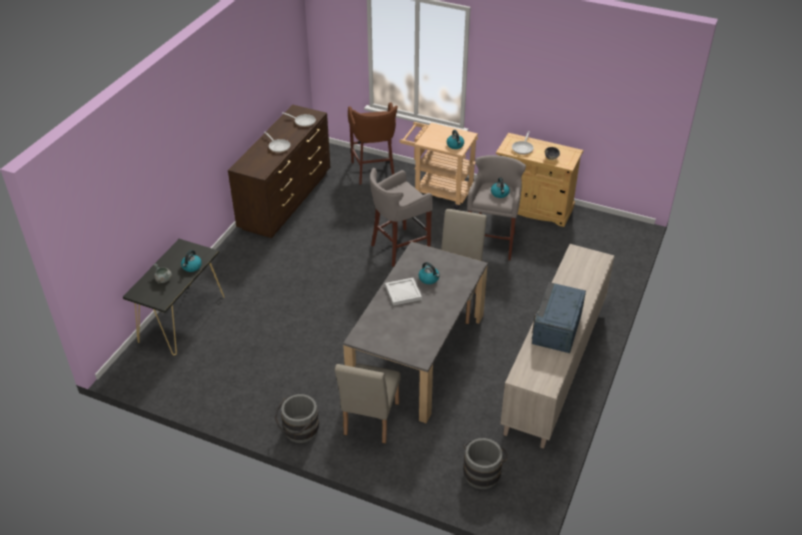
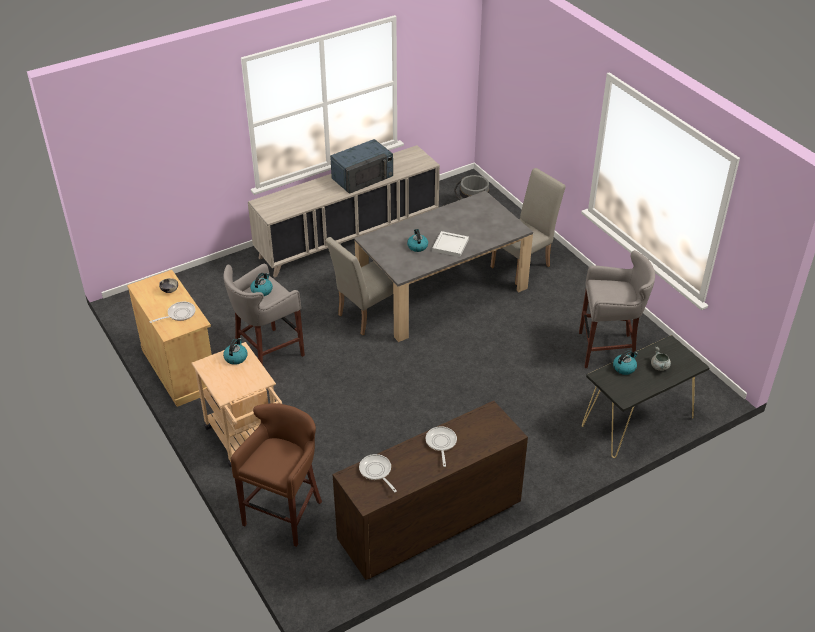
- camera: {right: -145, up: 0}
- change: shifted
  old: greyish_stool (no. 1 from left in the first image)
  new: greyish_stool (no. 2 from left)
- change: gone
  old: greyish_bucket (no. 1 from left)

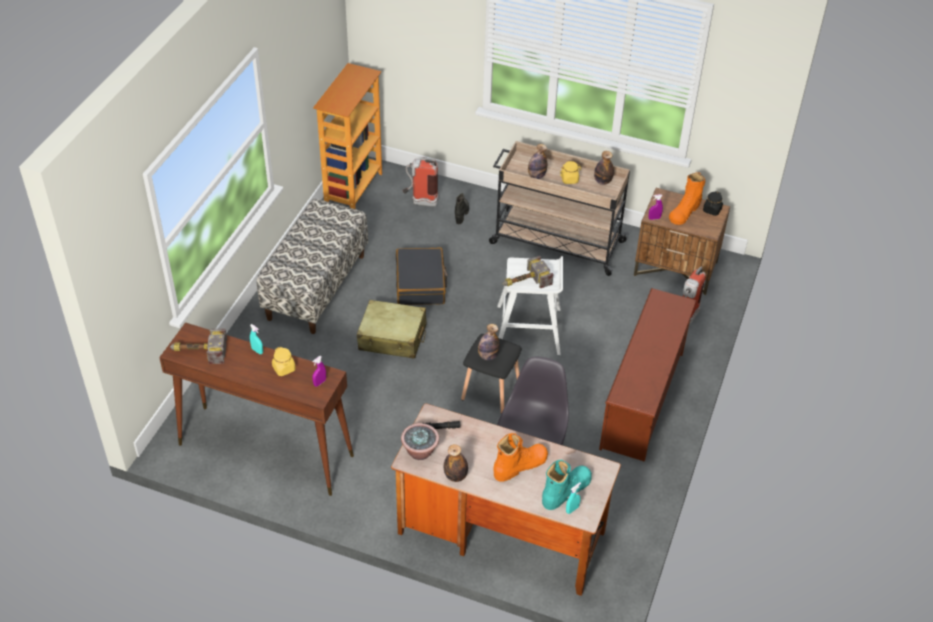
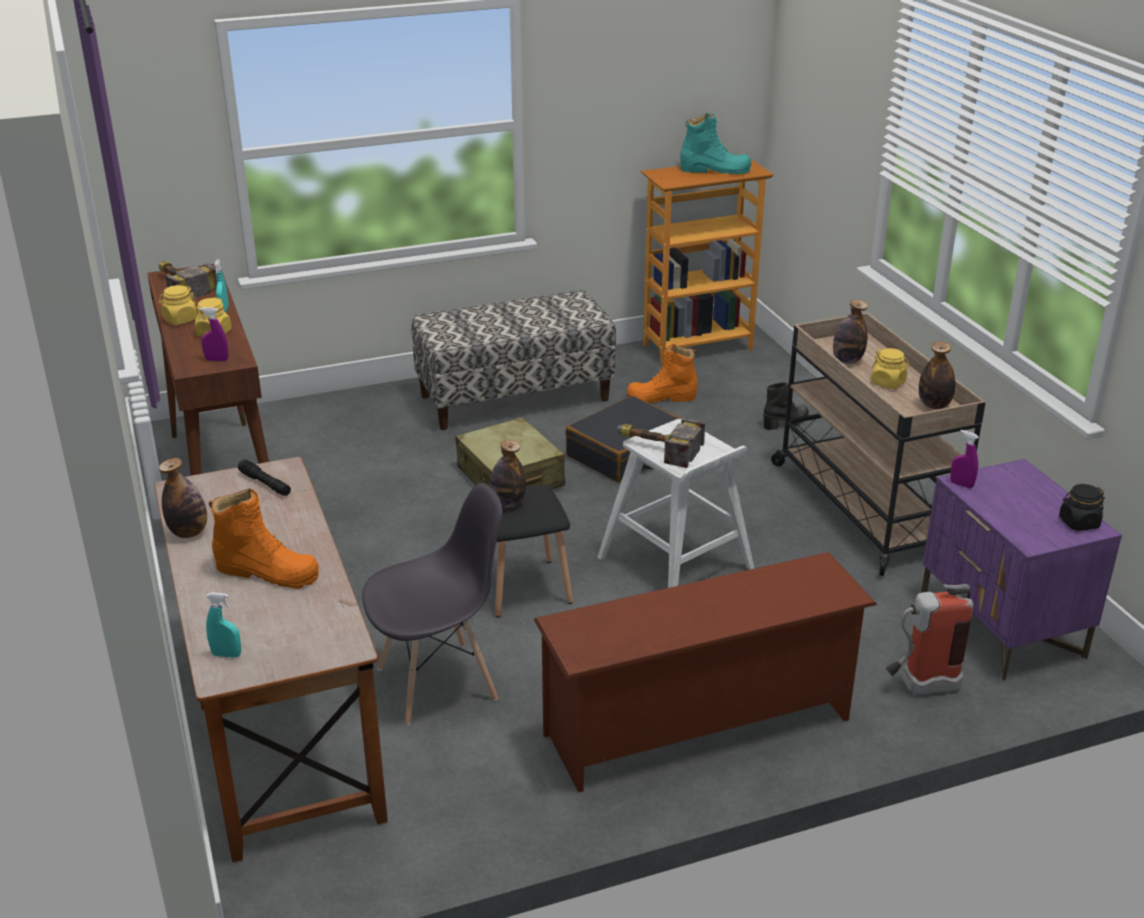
- camera: {right: 50, up: -15}
- change: gone
  old: fire_extinguisher (no. 1 from left)
- change: shifted
  old: orangey_boot (no. 2 from left)
- change: repainted
  old: brownish_nightstand
  new: purplish_nightstand
- change: gone
  old: potted_plant
- change: shifted
  old: turquoise_boot
- change: new
  new: yellowish_storage_jar (no. 1 from left)

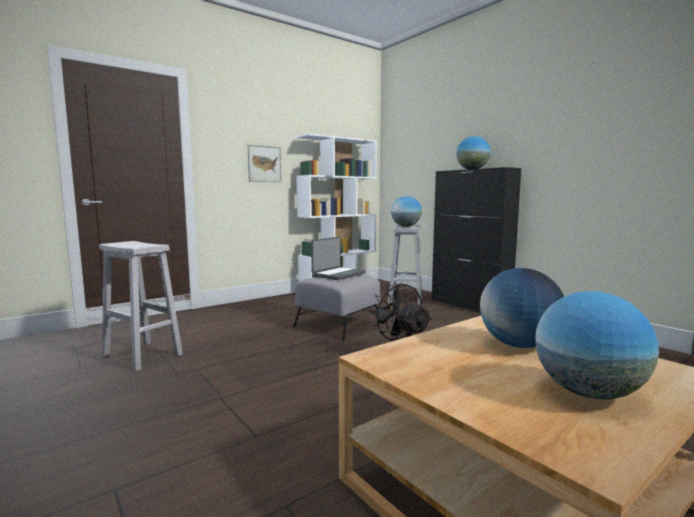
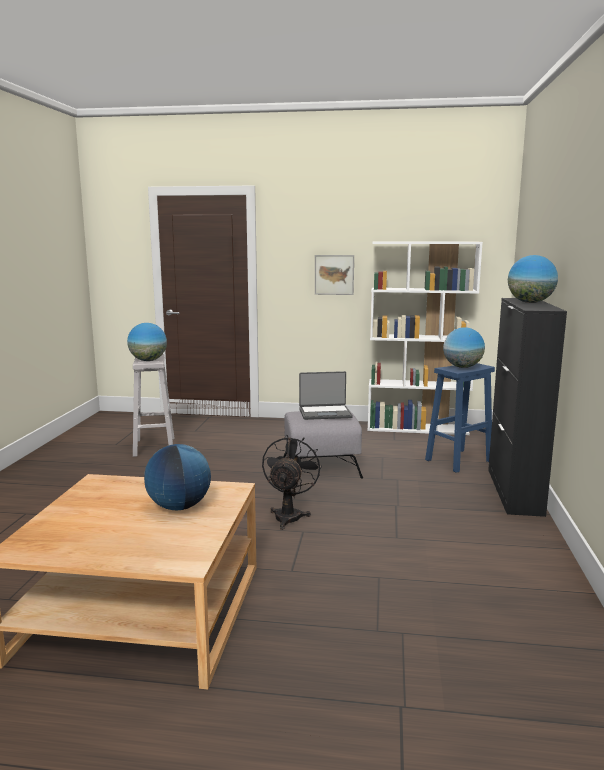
- camera: {right: 45, up: 5}
- change: repainted
  old: white-coloured_stool (no. 2 from left)
  new: bluish_stool
- change: shifted
  old: world_globe (no. 4 from left in the first image)
  new: world_globe (no. 1 from left)

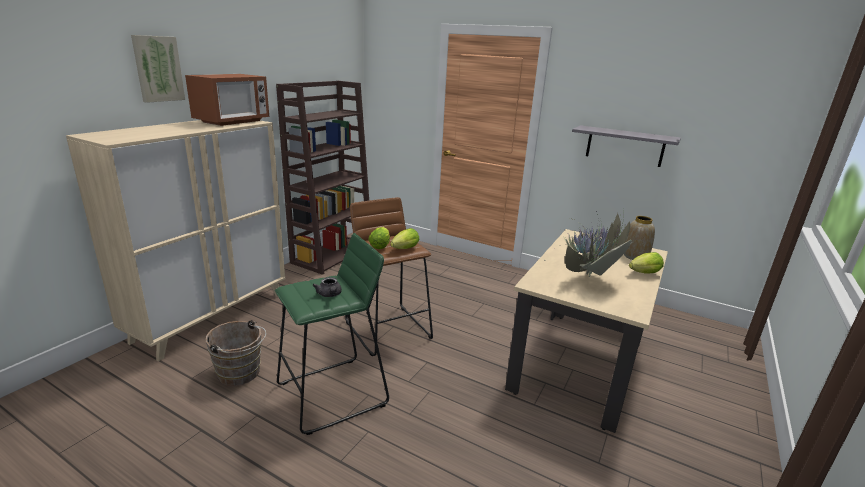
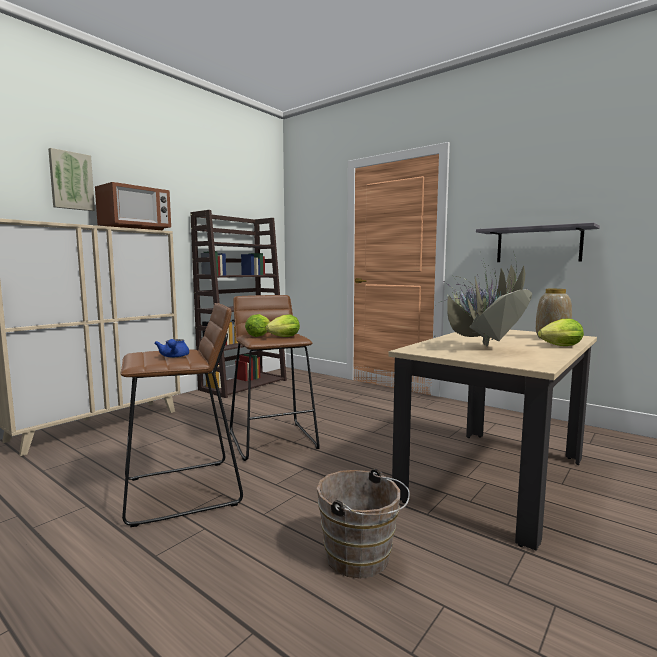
- camera: {right: 10, up: -15}
- change: repainted
  old: green-coloured_stool
  new: brownish_stool (no. 1 from left)
- change: repainted
  old: greyish_tea_pot
  new: bluish_tea_pot
- change: shifted
  old: brownish_bucket

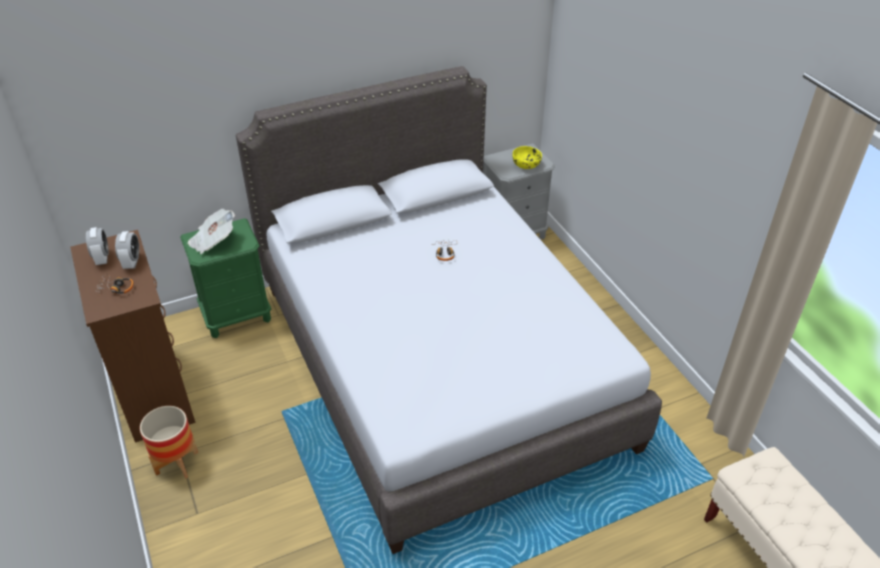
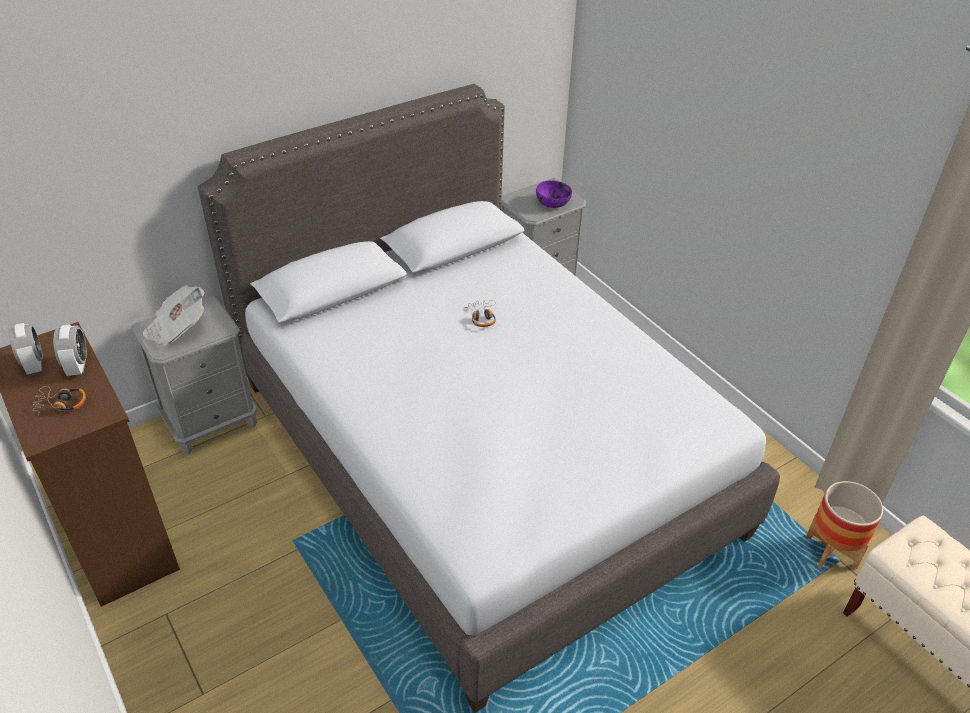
- camera: {right: -10, up: 0}
- change: repainted
  old: yellowish_bowl
  new: purplish_bowl
- change: repainted
  old: green-coloured_nightstand
  new: greyish_nightstand (no. 1 from left)
- change: shifted
  old: plant_pot

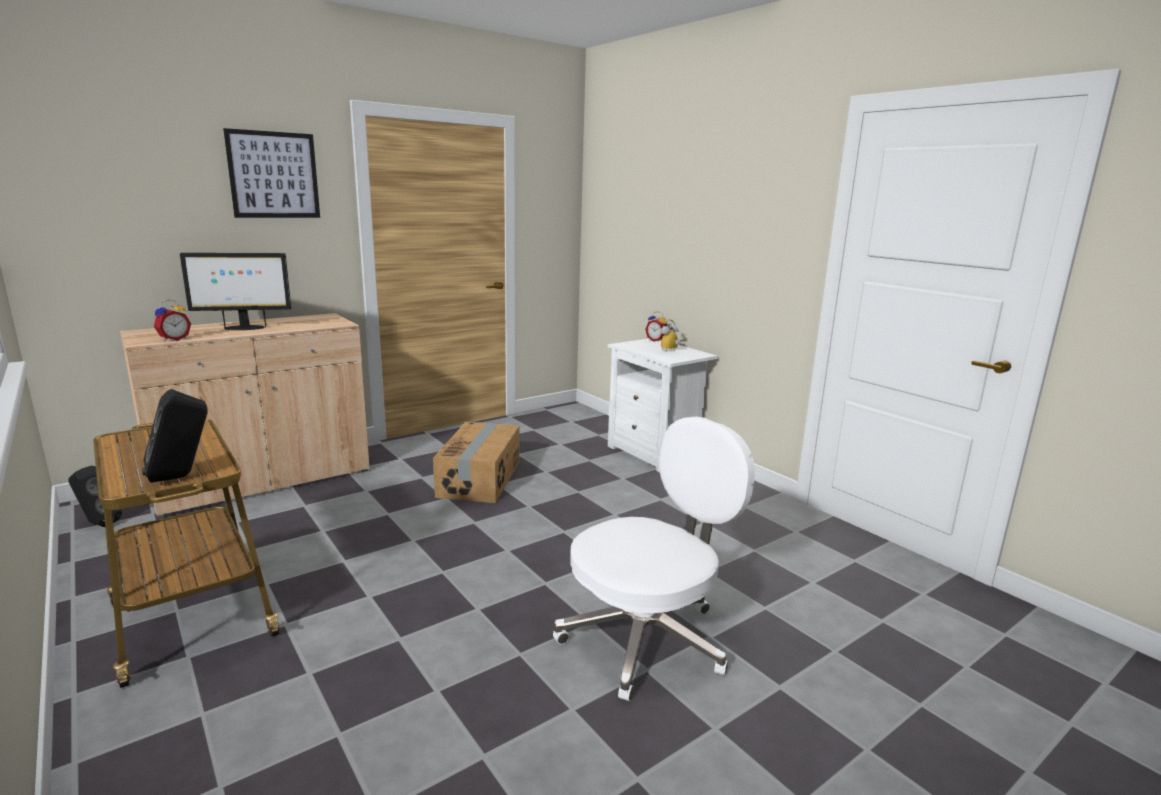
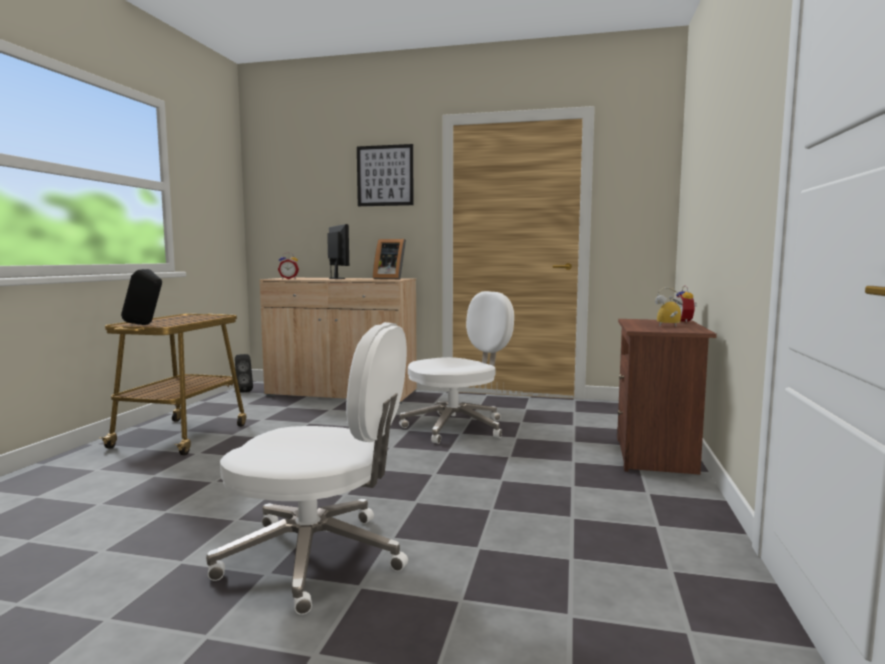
- camera: {right: 50, up: -10}
- change: rotated
  old: computer_display
  degrees: -150
- change: repainted
  old: white-coloured_nightstand
  new: brownish_nightstand
- change: swapped
  old: carton
  new: white-coloured_office_chair (no. 2 from left)
- change: new
  new: standing_frame

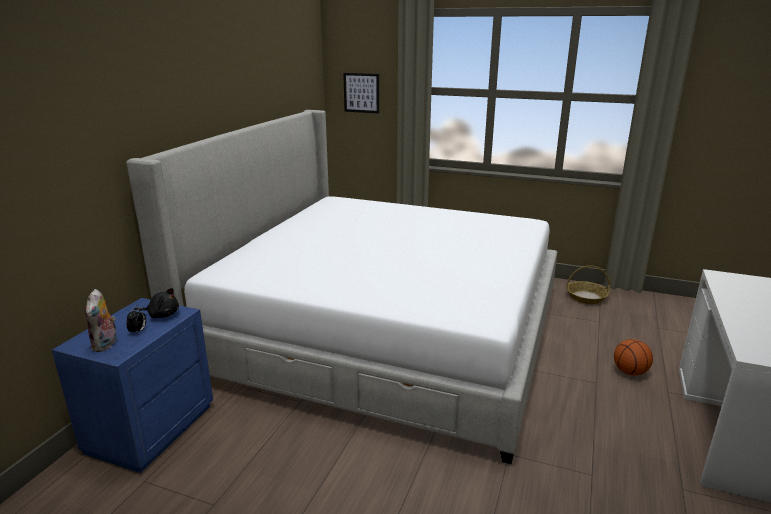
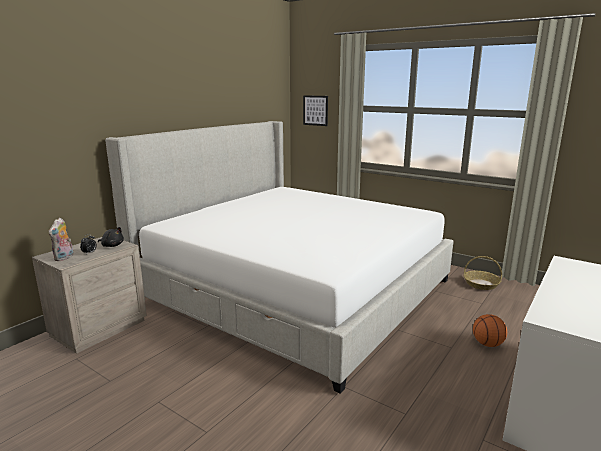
- camera: {right: 15, up: -5}
- change: repainted
  old: bluish_nightstand
  new: beige-coloured_nightstand

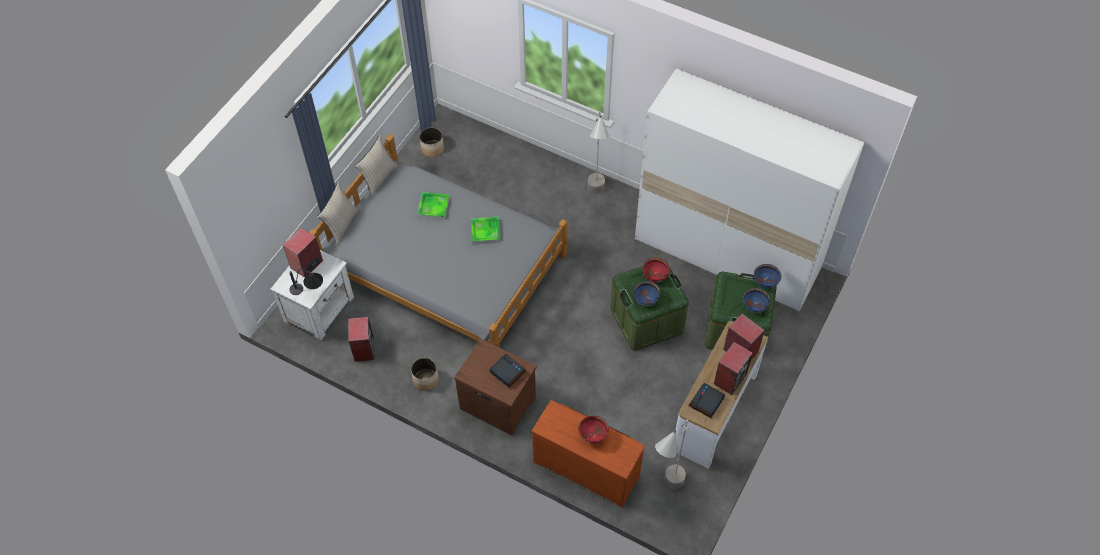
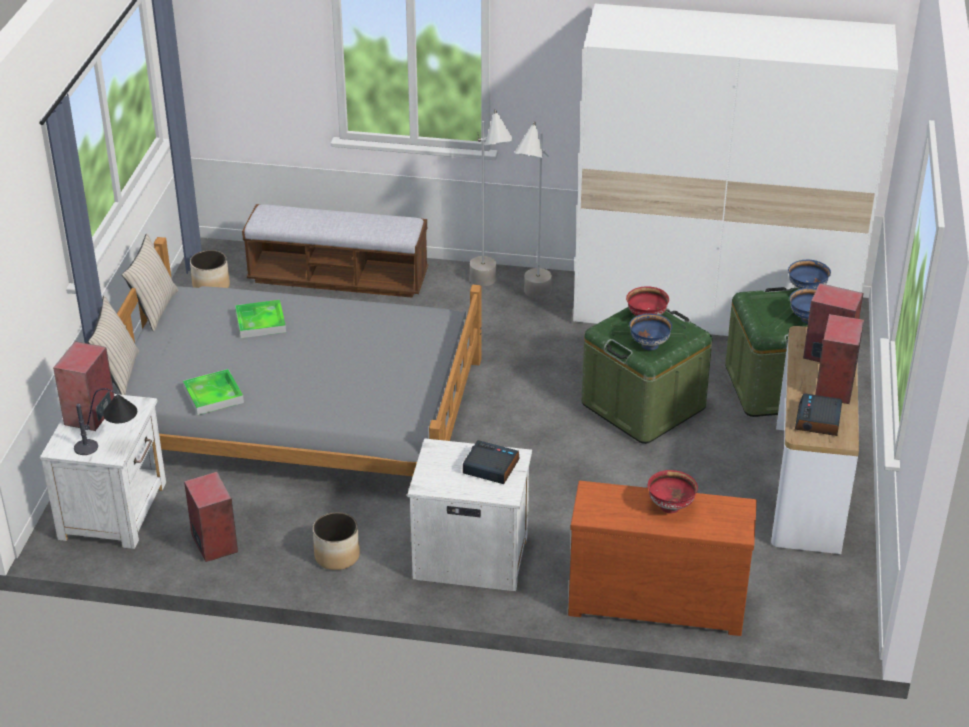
- camera: {right: -20, up: -20}
- change: shifted
  old: tray (no. 2 from left in the first image)
  new: tray (no. 1 from left)
- change: repainted
  old: brownish_nightstand
  new: white-coloured_nightstand (no. 2 from left)
- change: shifted
  old: greyish_standard_lamp (no. 2 from left)
- change: new
  new: long_seat

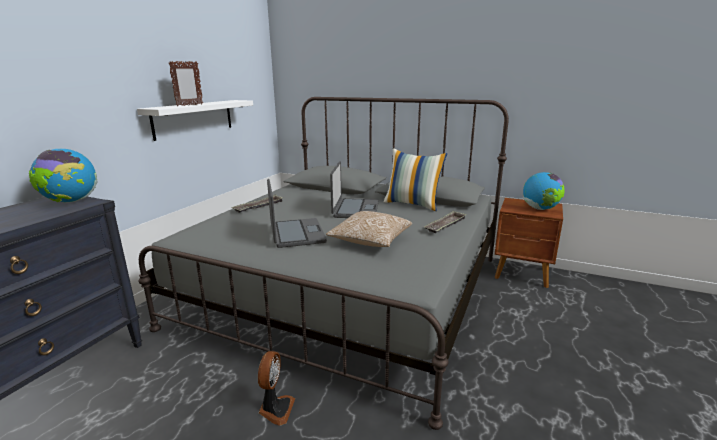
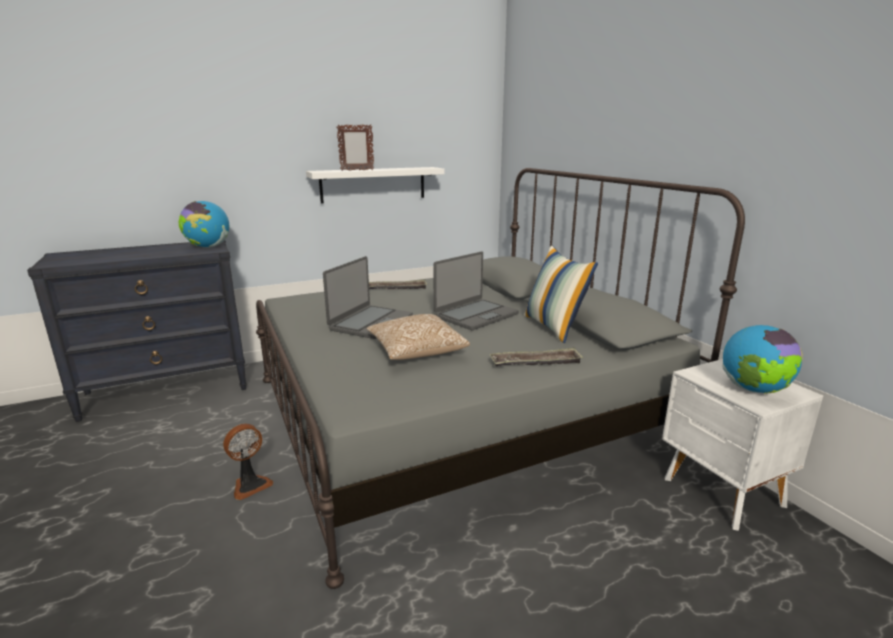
- camera: {right: 40, up: 0}
- change: repainted
  old: brownish_nightstand
  new: white-coloured_nightstand

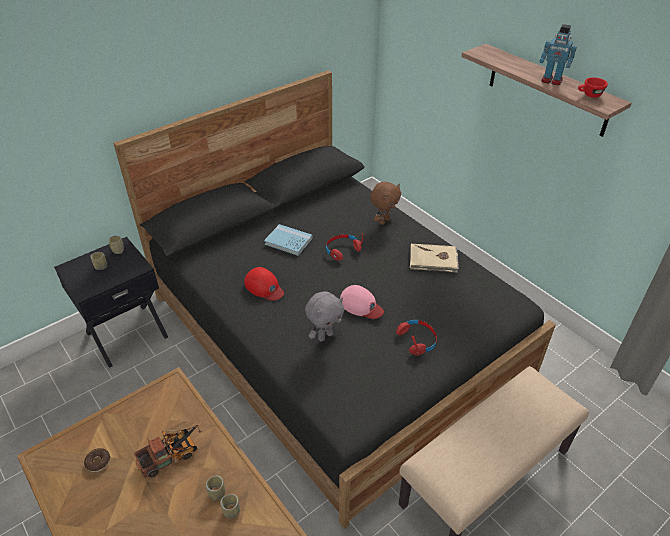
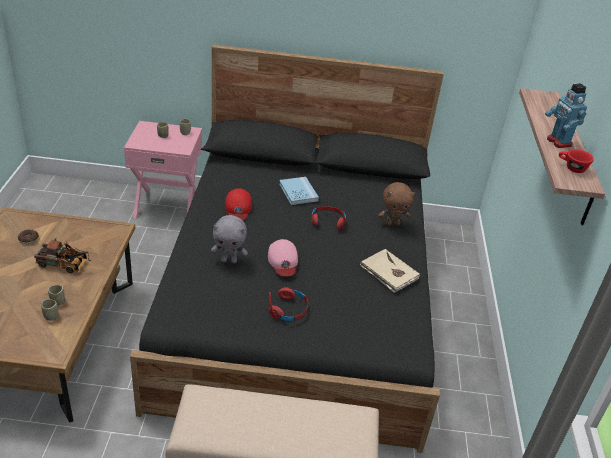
- camera: {right: 40, up: -5}
- change: repainted
  old: black_nightstand
  new: pinkish_nightstand

